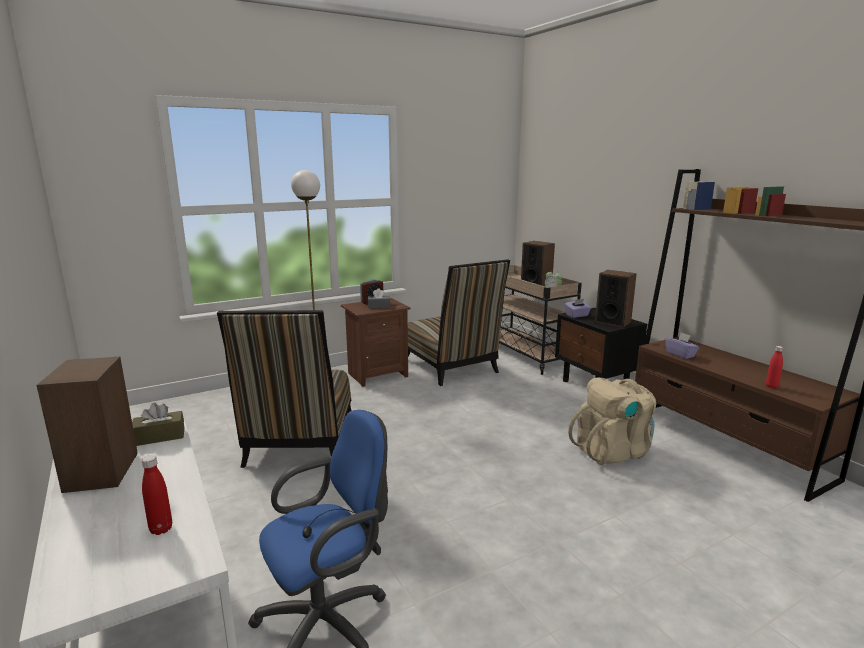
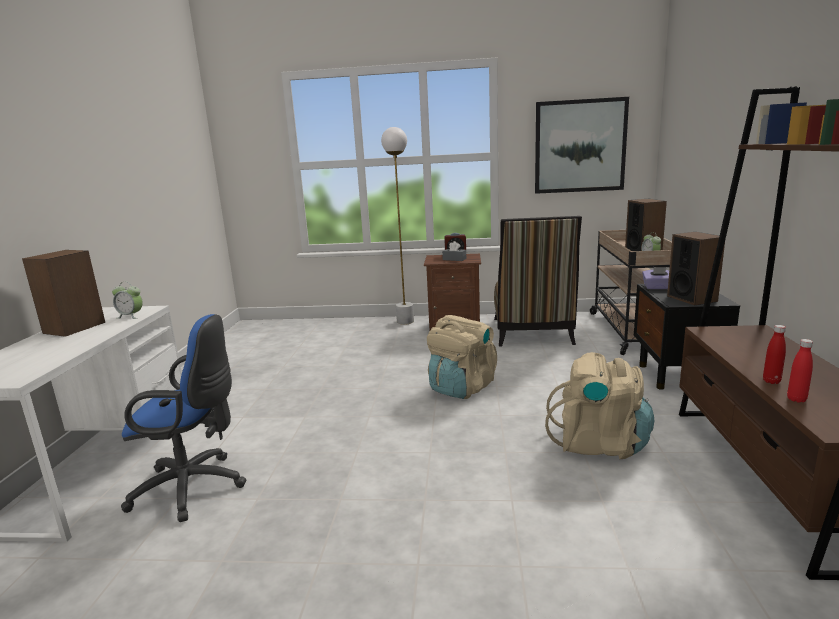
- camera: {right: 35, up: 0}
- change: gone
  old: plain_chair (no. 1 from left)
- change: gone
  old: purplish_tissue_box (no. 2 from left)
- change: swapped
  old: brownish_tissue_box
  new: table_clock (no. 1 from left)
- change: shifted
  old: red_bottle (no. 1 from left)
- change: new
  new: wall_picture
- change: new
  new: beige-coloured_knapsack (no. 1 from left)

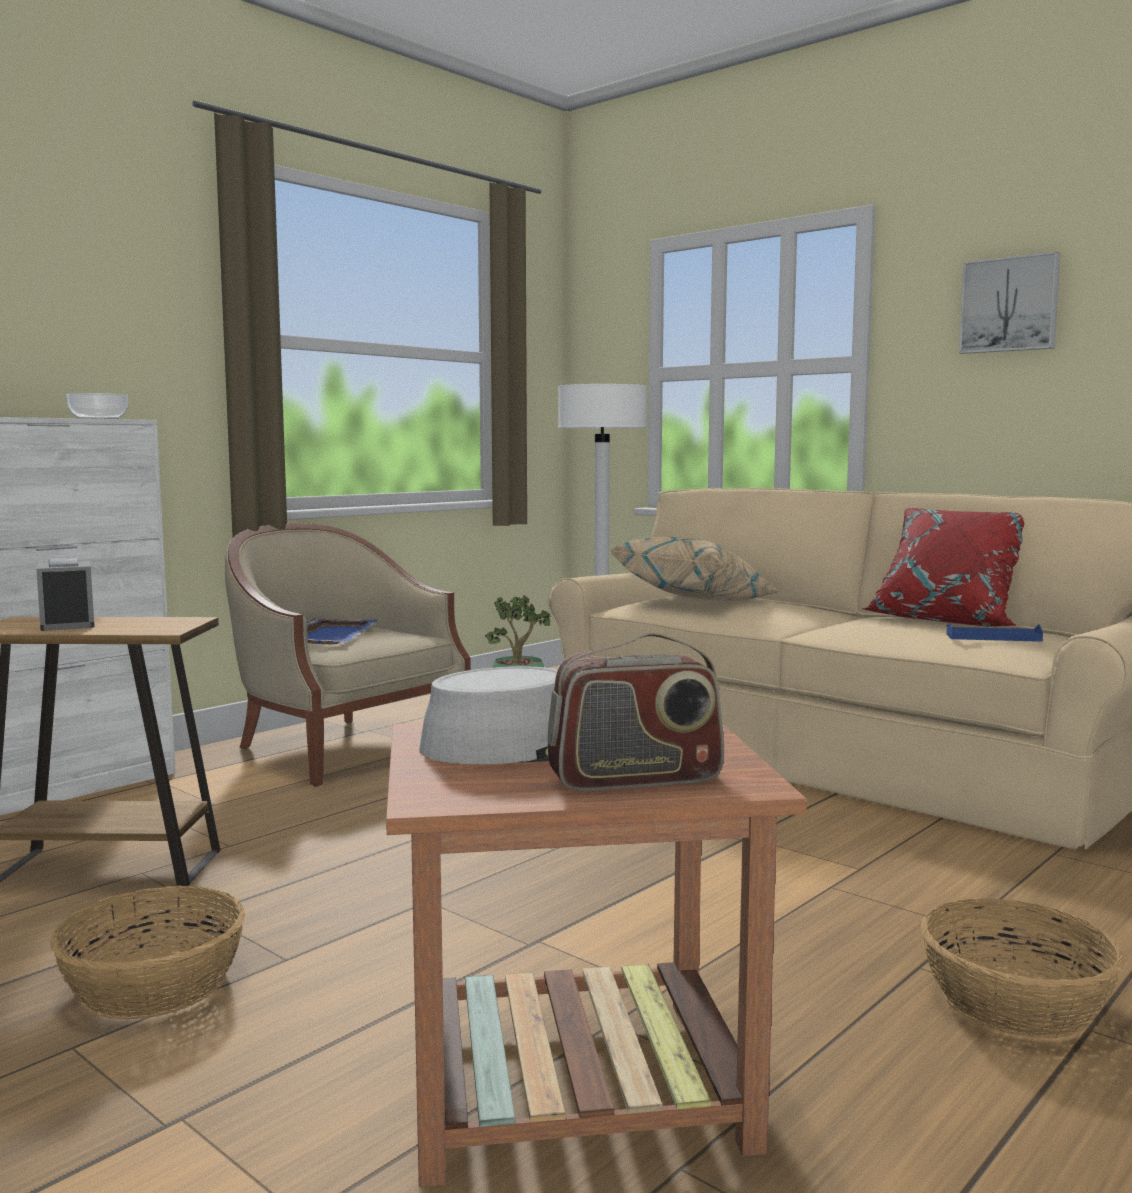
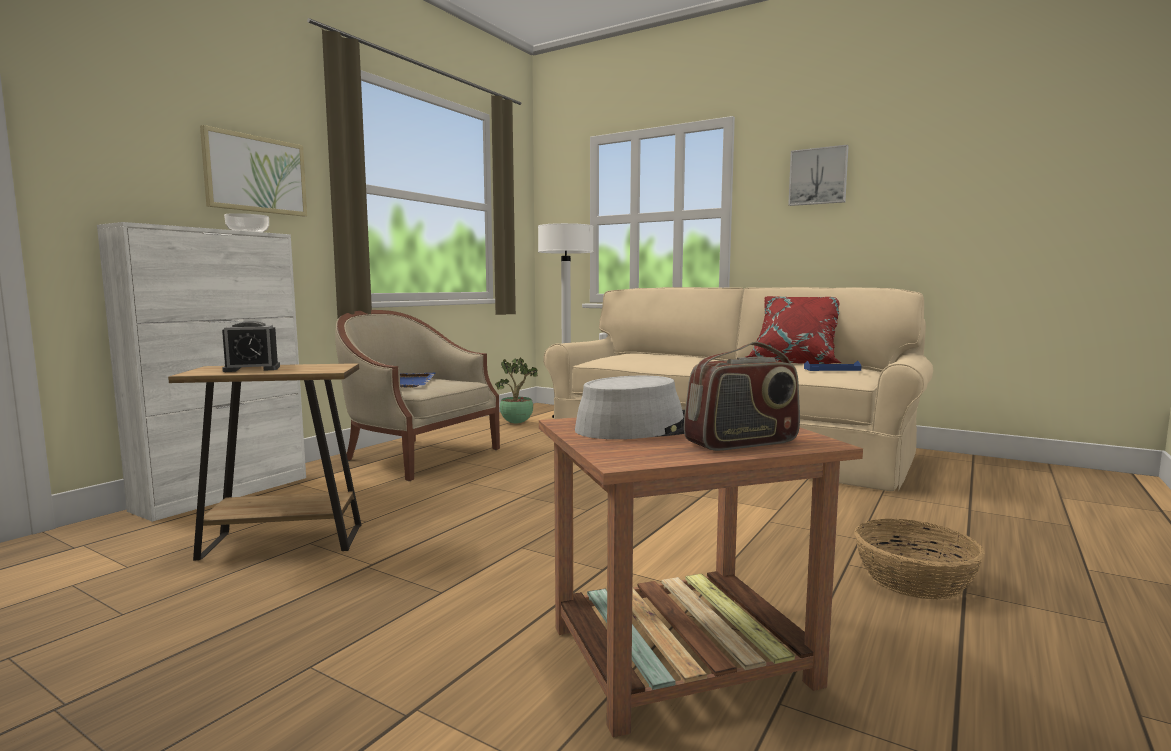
- camera: {right: -10, up: 0}
- change: gone
  old: beige-coloured_pillow
- change: rotated
  old: table_clock
  degrees: -75
- change: gone
  old: storage_basket (no. 1 from left)
- change: new
  new: wall_picture (no. 1 from left)

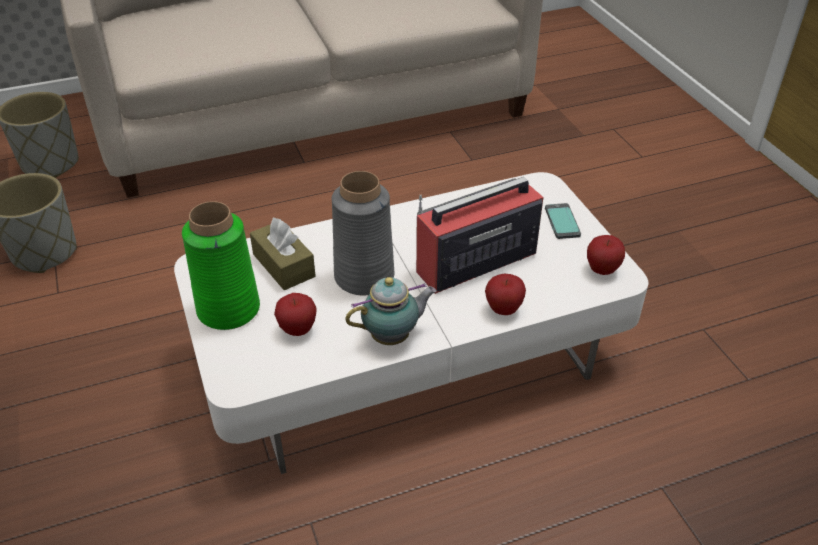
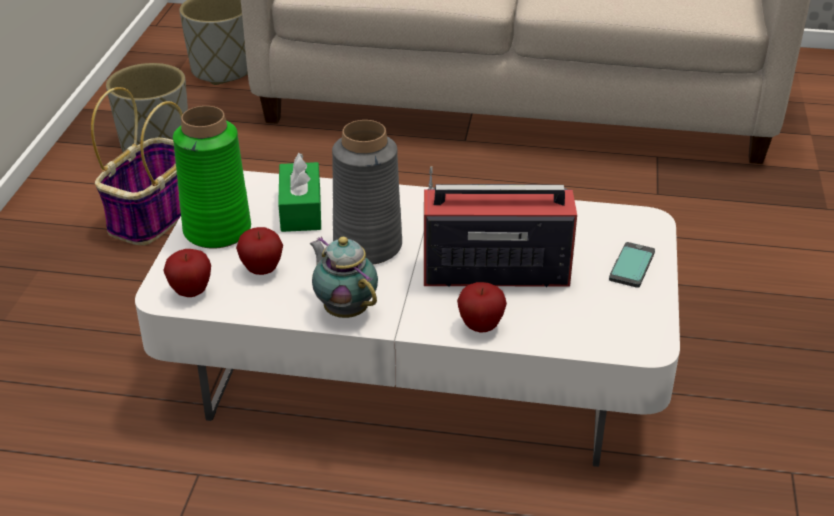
- camera: {right: 30, up: -5}
- change: repainted
  old: brownish_tissue_box
  new: green-coloured_tissue_box
- change: shifted
  old: apple (no. 3 from left in the first image)
  new: apple (no. 1 from left)
- change: rotated
  old: tea_pot
  degrees: -135
- change: new
  new: storage_basket

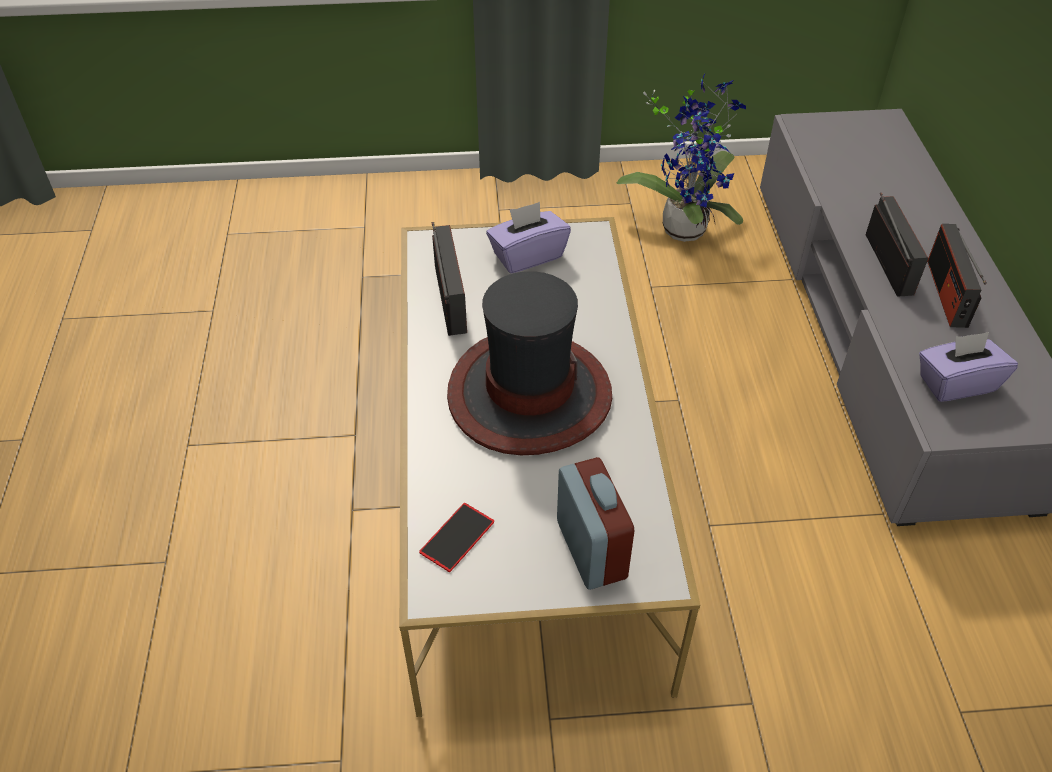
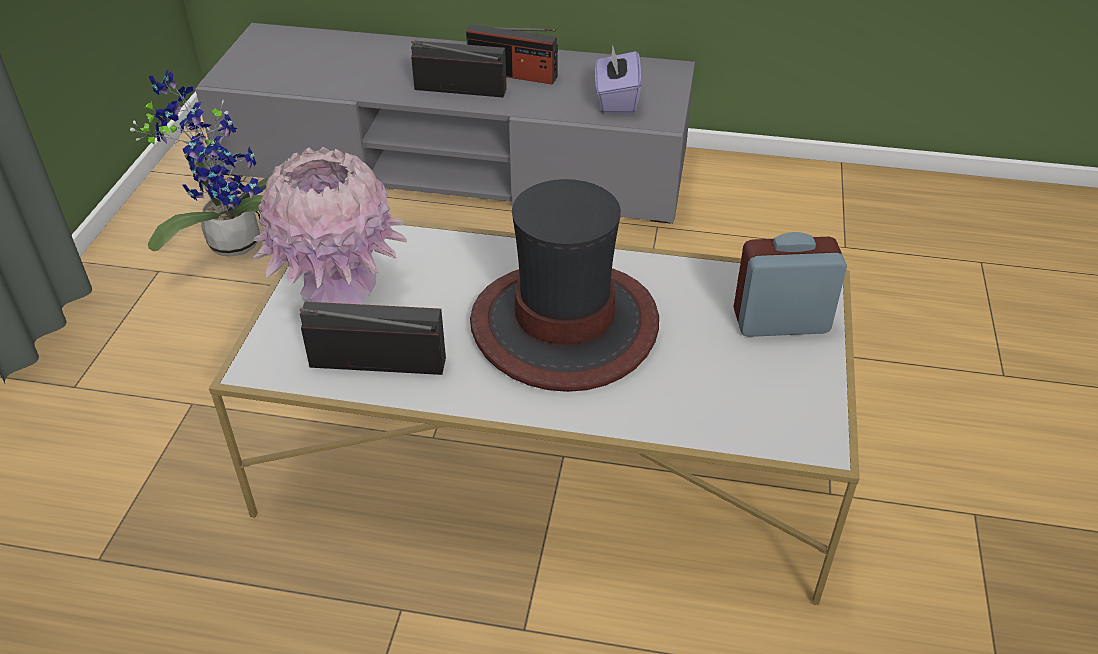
- camera: {right: -75, up: -5}
- change: swapped
  old: purplish_tissue_box (no. 1 from left)
  new: pinkish_decorative_vase
- change: gone
  old: phone

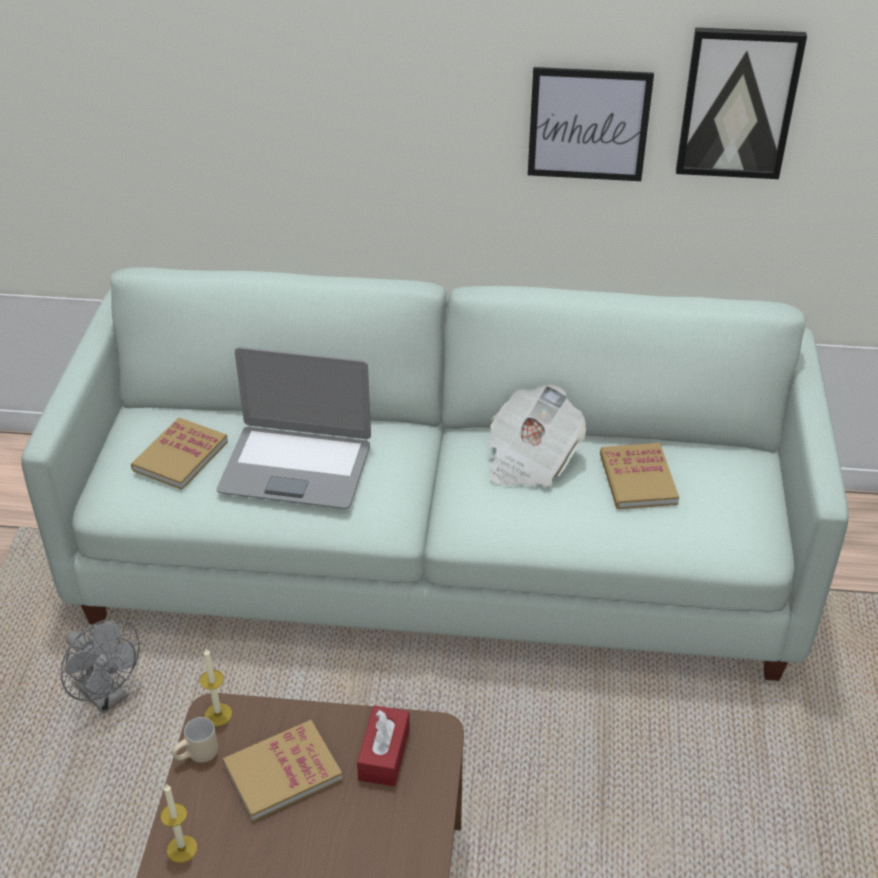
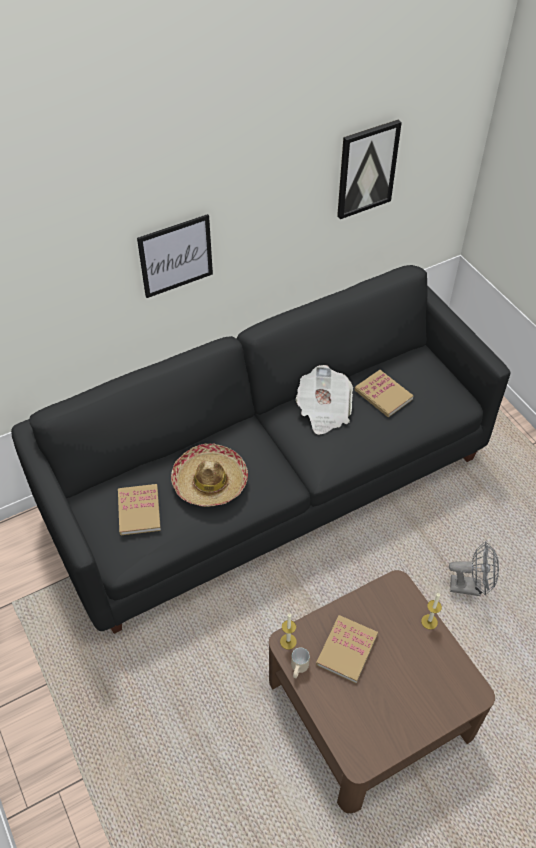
- camera: {right: -35, up: 10}
- change: shifted
  old: wall_picture (no. 1 from left)
- change: repainted
  old: white-coloured_couch
  new: black_couch
- change: swapped
  old: laptop
  new: hat
- change: shifted
  old: greyish_cooling_fan
- change: gone
  old: red_tissue_box
- change: shifted
  old: wax_candle (no. 1 from left in the first image)
  new: wax_candle (no. 2 from left)

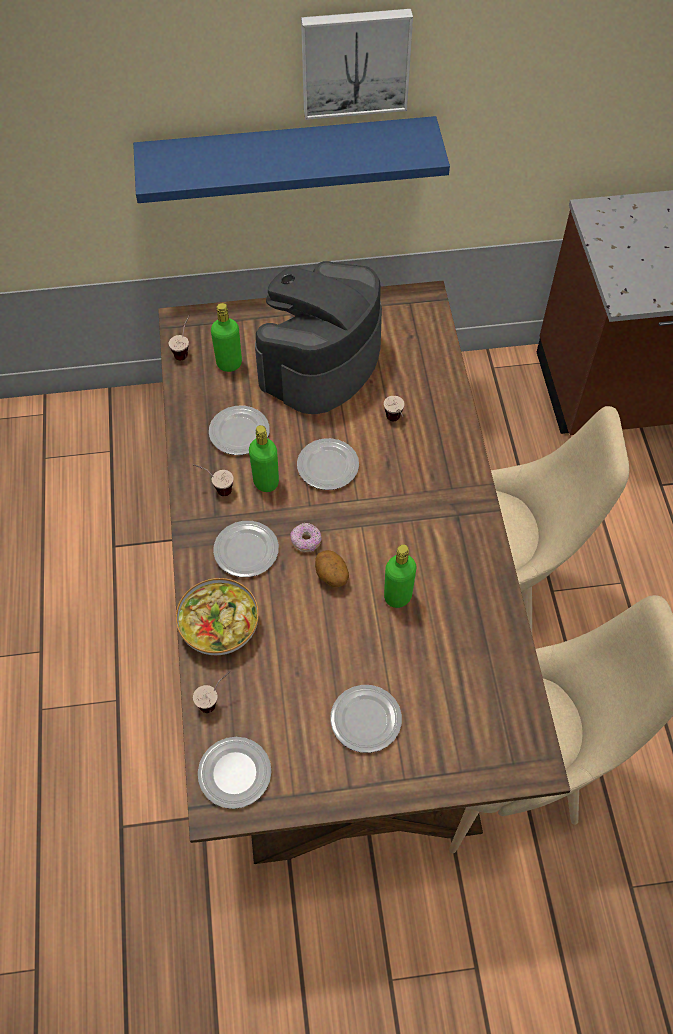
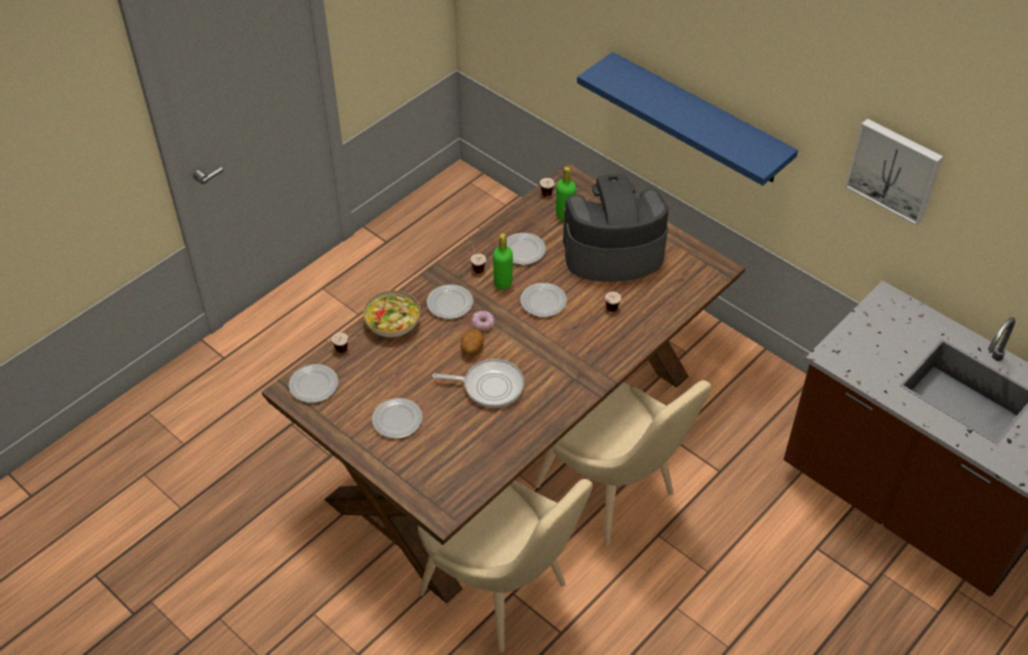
- camera: {right: 50, up: -10}
- change: shifted
  old: wall_picture
- change: swapped
  old: green-coloured_bottle (no. 3 from left)
  new: skillet

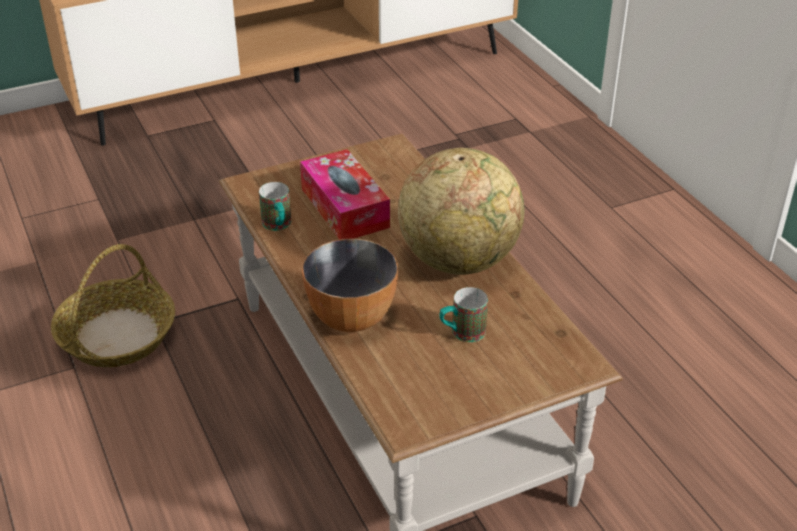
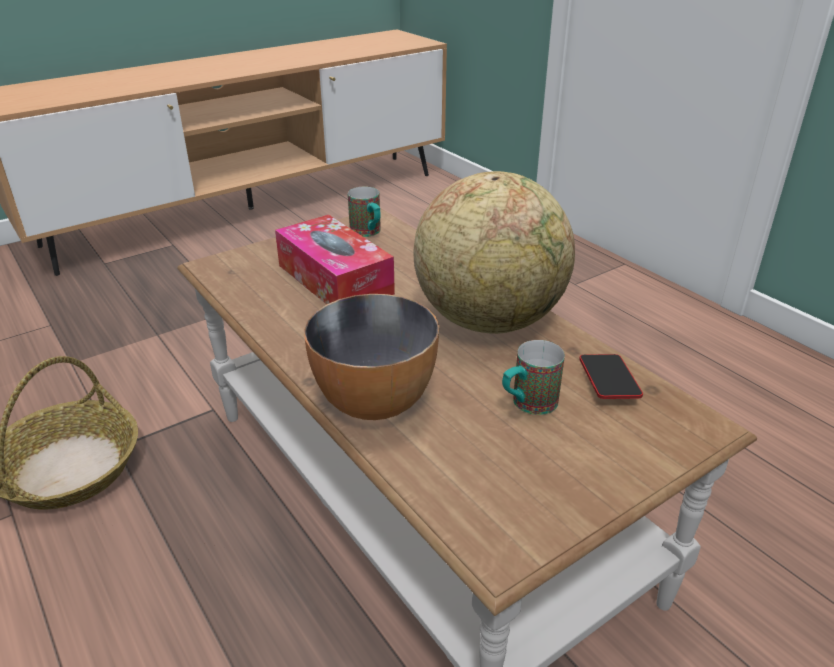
- camera: {right: -10, up: -5}
- change: shifted
  old: mug (no. 1 from left)
- change: new
  new: phone

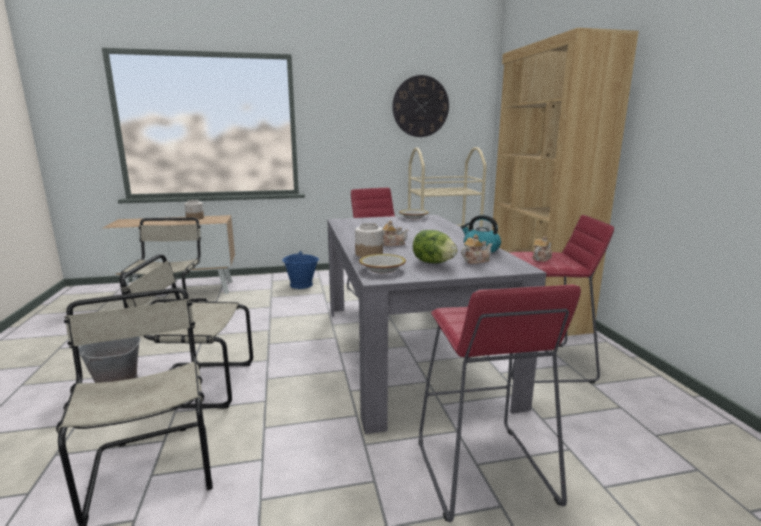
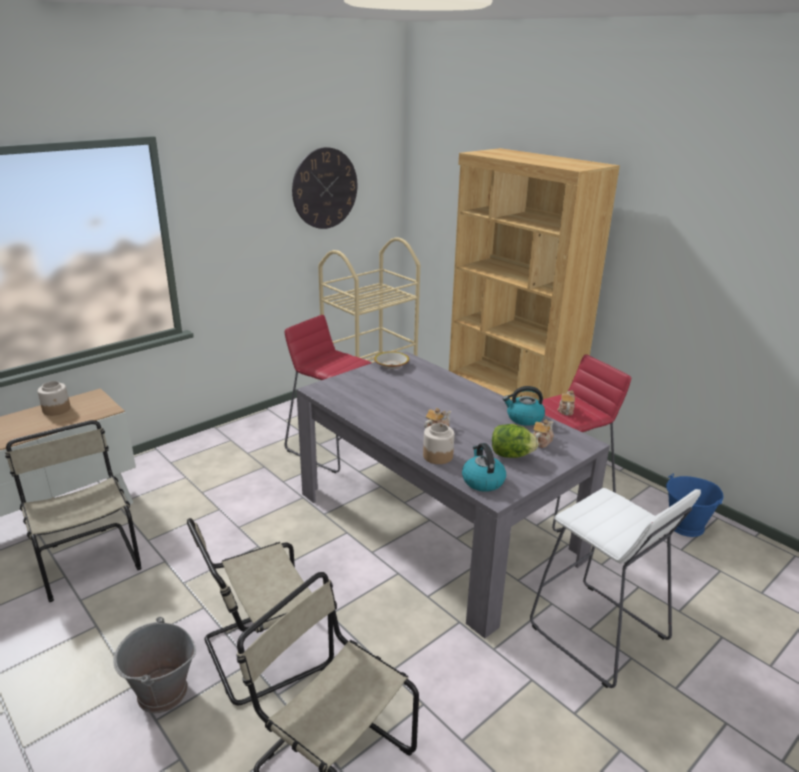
- camera: {right: -30, up: 10}
- change: shifted
  old: bluish_bucket
- change: swapped
  old: bowl (no. 1 from left)
  new: water_kettle (no. 1 from left)
- change: repainted
  old: red_stool (no. 2 from left)
  new: white-coloured_stool

